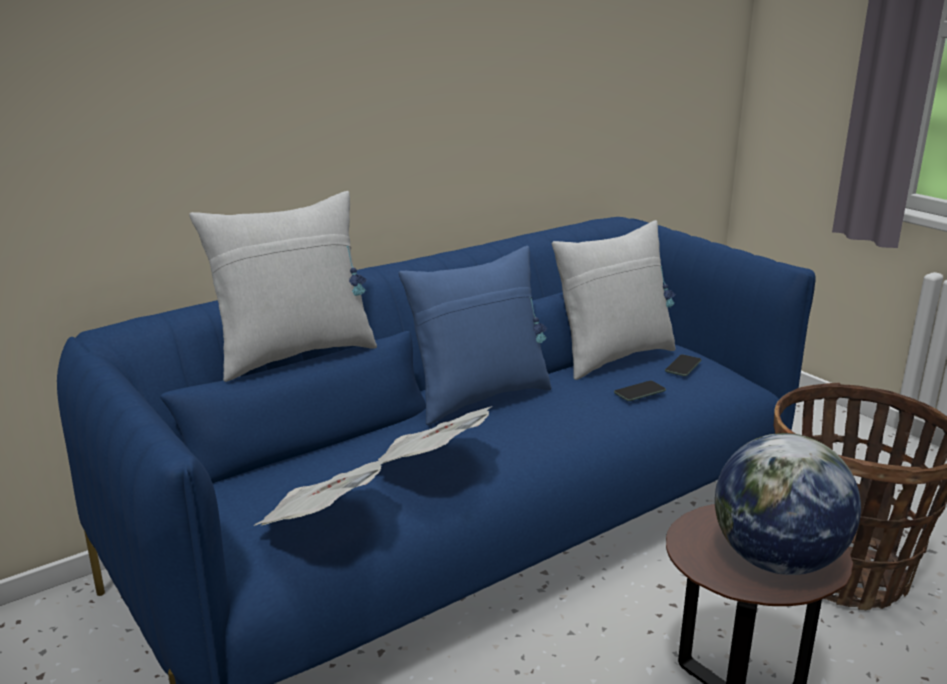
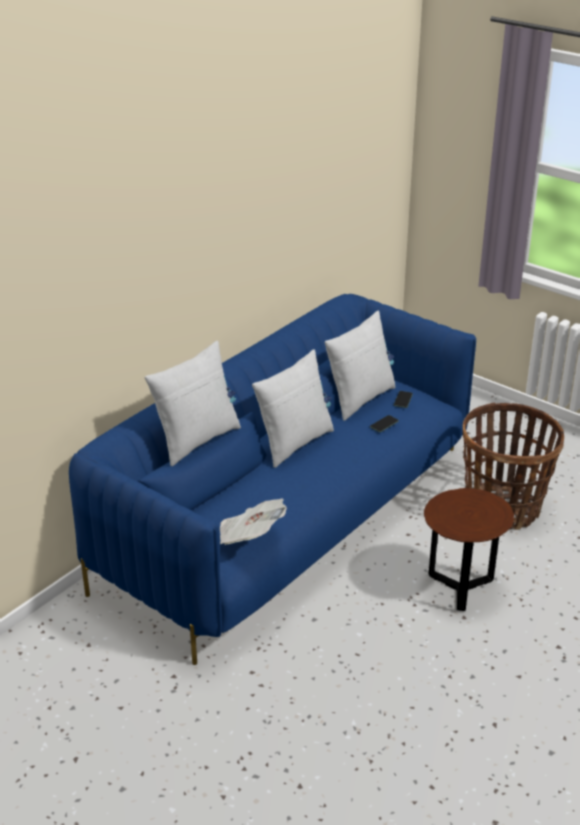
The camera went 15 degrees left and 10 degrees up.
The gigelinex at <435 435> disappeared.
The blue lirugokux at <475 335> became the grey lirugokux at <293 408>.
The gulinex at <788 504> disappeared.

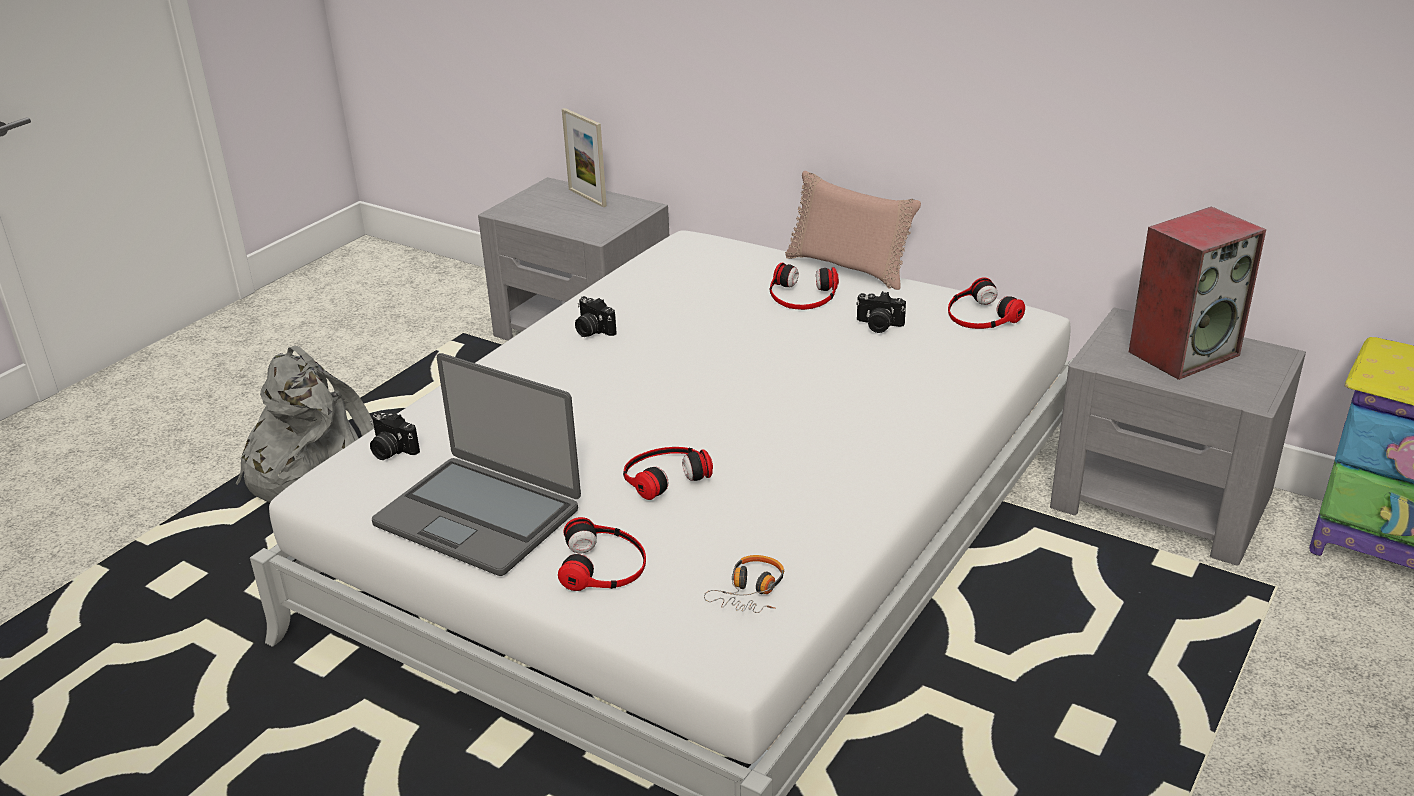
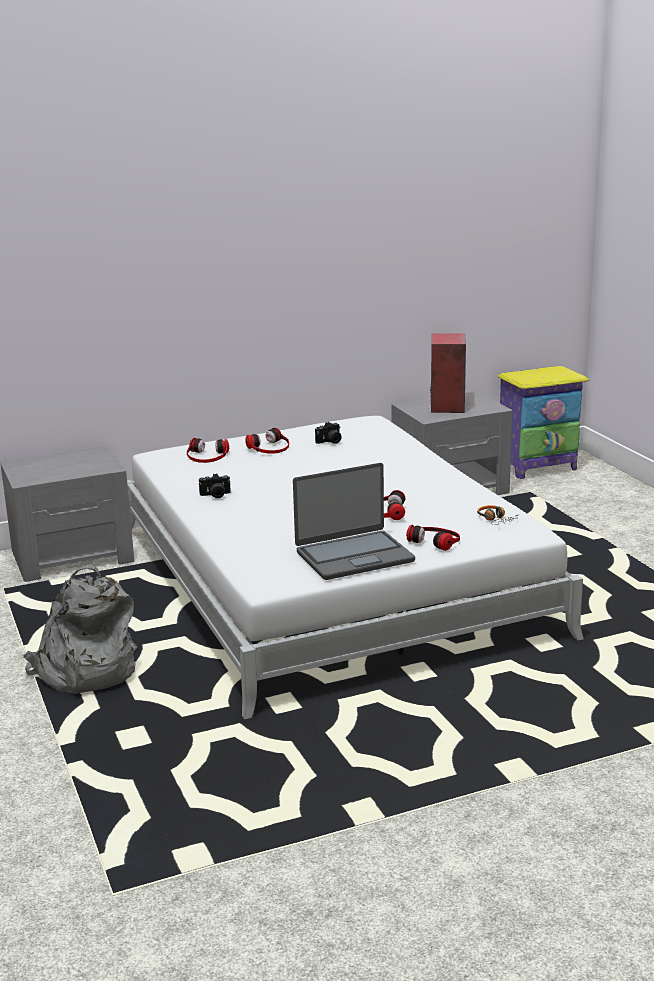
The camera went 55 degrees left and 10 degrees down.
The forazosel at <395 436> disappeared.
The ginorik at <584 157> disappeared.
The beige lirugokux at <853 230> disappeared.
The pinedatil moved from <986 303> to <208 450>.

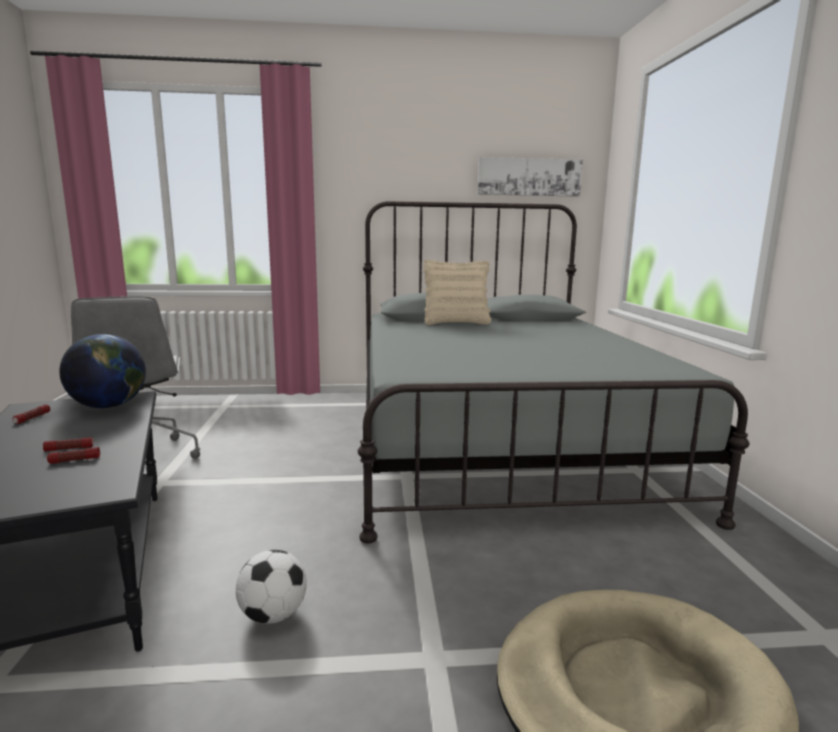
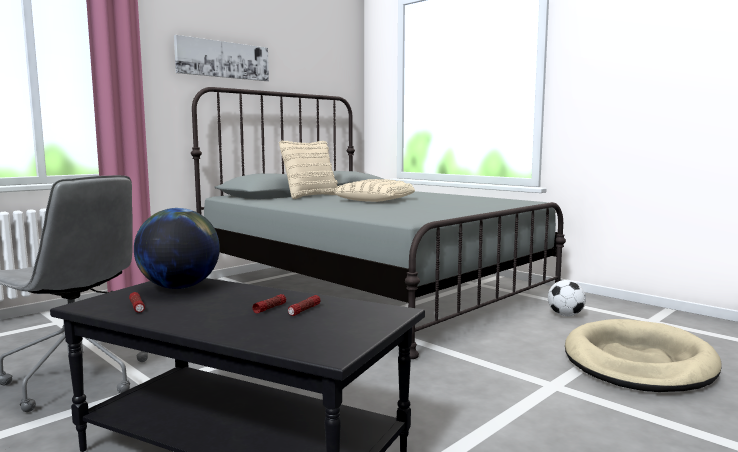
The camera went 40 degrees left and 5 degrees down.
The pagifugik moved from <271 587> to <567 298>.
The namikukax moved from <530 177> to <221 58>.
The beige lirugokux at <374 190> appeared.

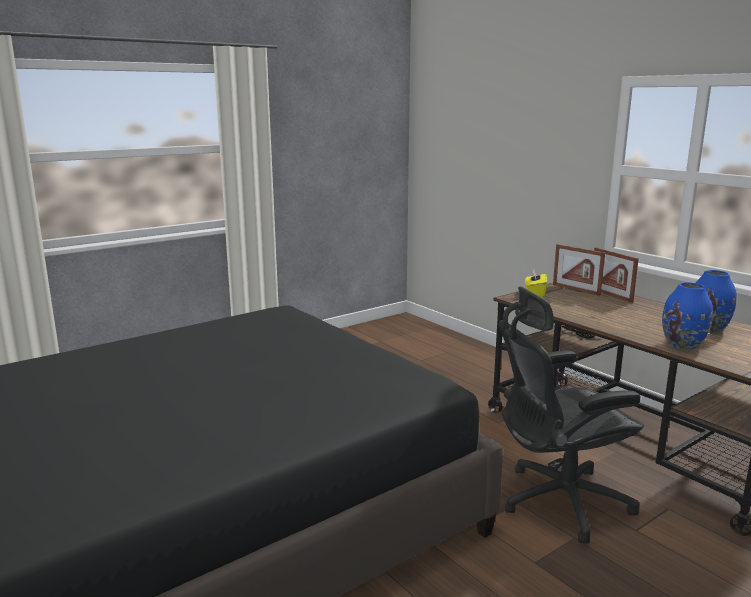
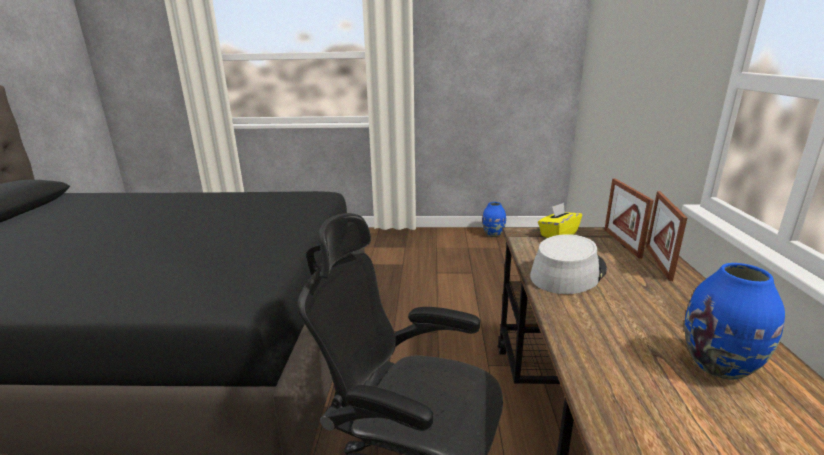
The camera went 40 degrees right and 5 degrees up.
The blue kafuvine moved from <687 316> to <494 219>.
The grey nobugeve at <568 264> appeared.

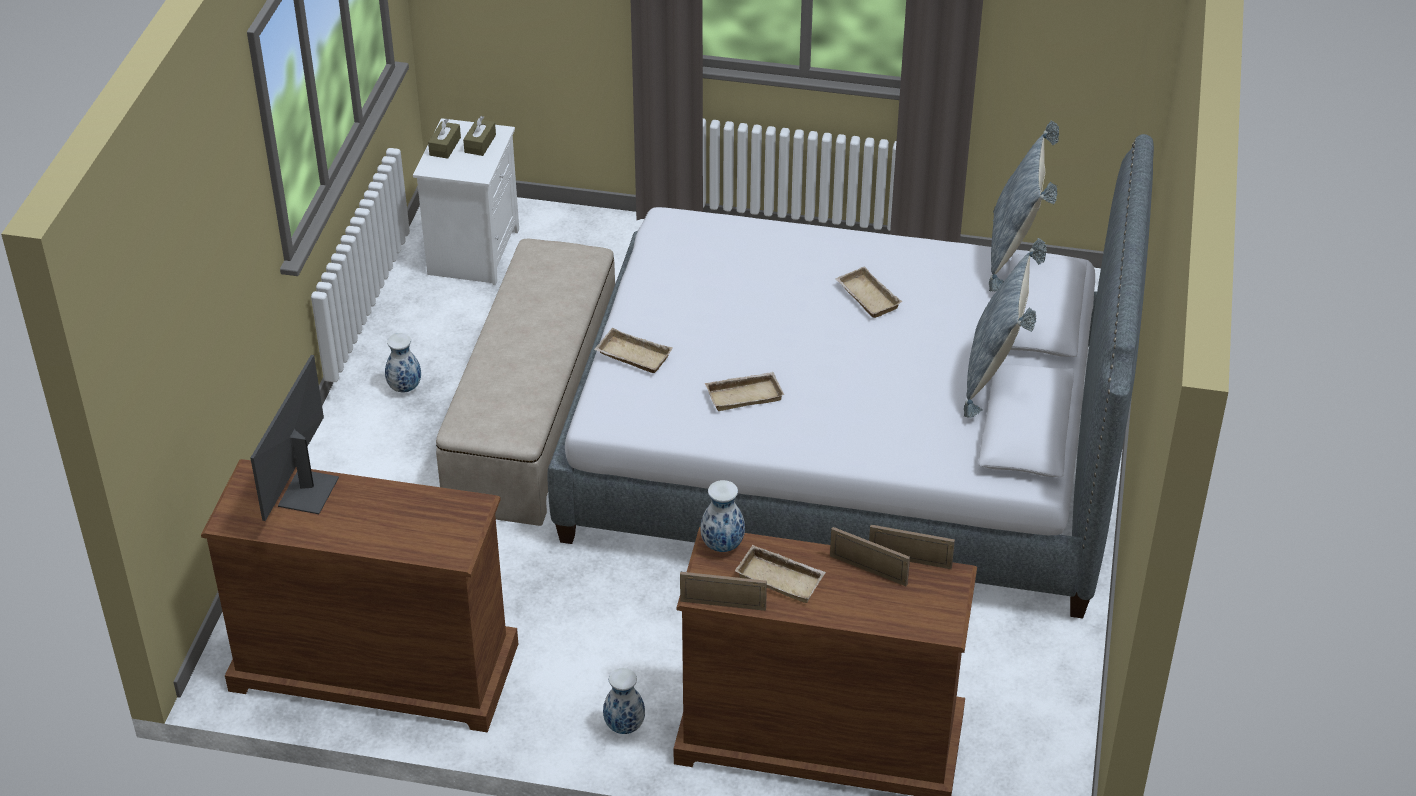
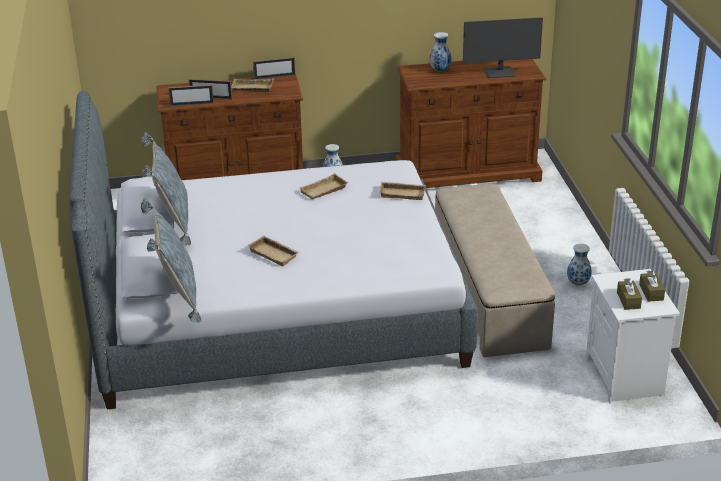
The camera went 160 degrees right and 10 degrees down.
The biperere at <295 438> turned 90 degrees clockwise.
The kafuvine moved from <722 516> to <440 52>.

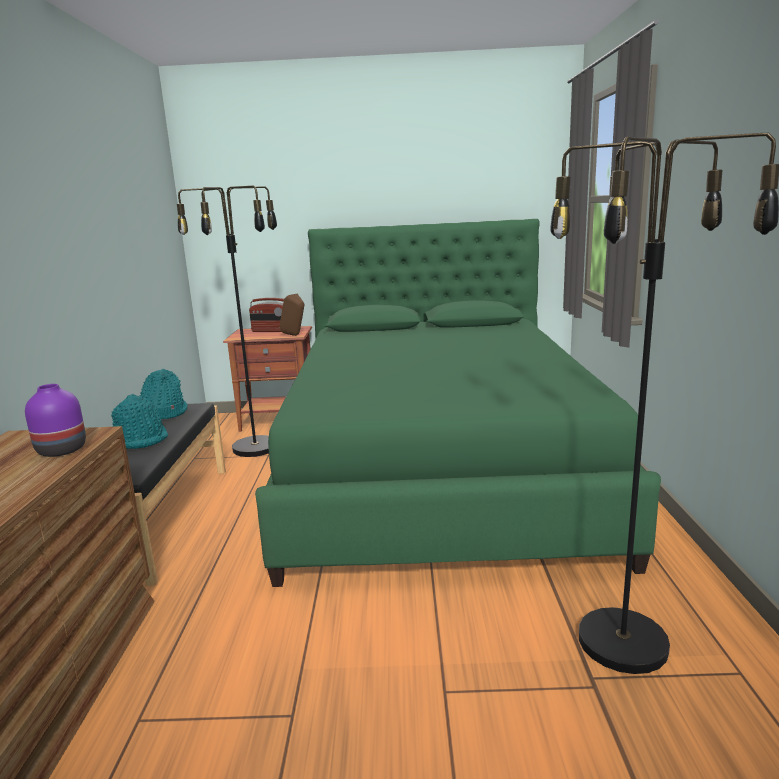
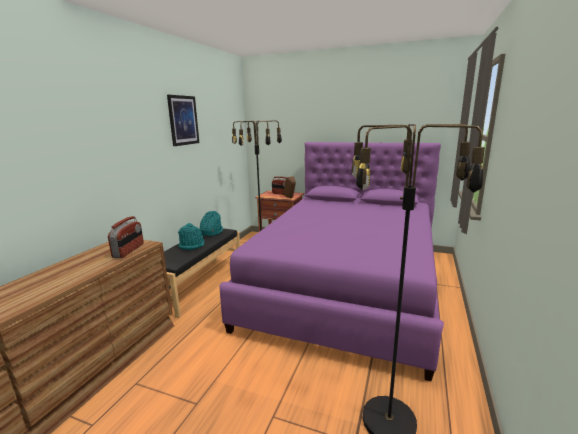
The camera went 20 degrees right and 0 degrees up.
The purple kafuvine at <55 420> was replaced by the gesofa at <126 237>.
The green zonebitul at <458 403> became the purple zonebitul at <331 261>.
The namikukax at <183 120> appeared.

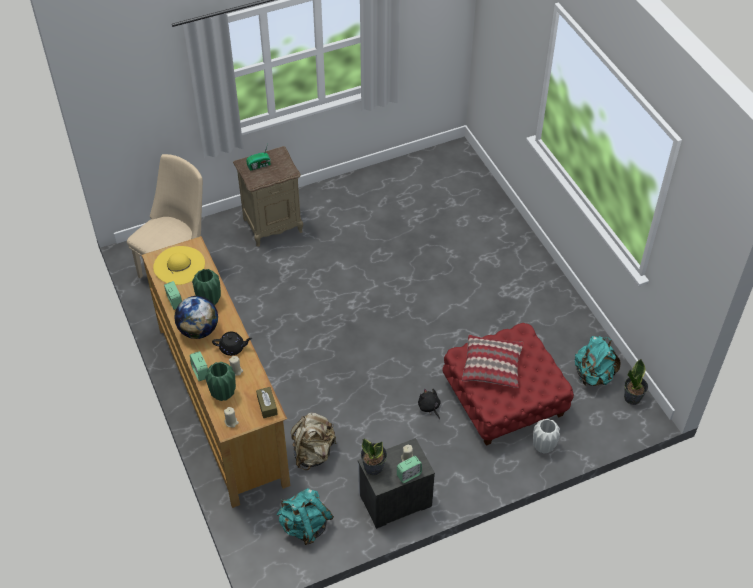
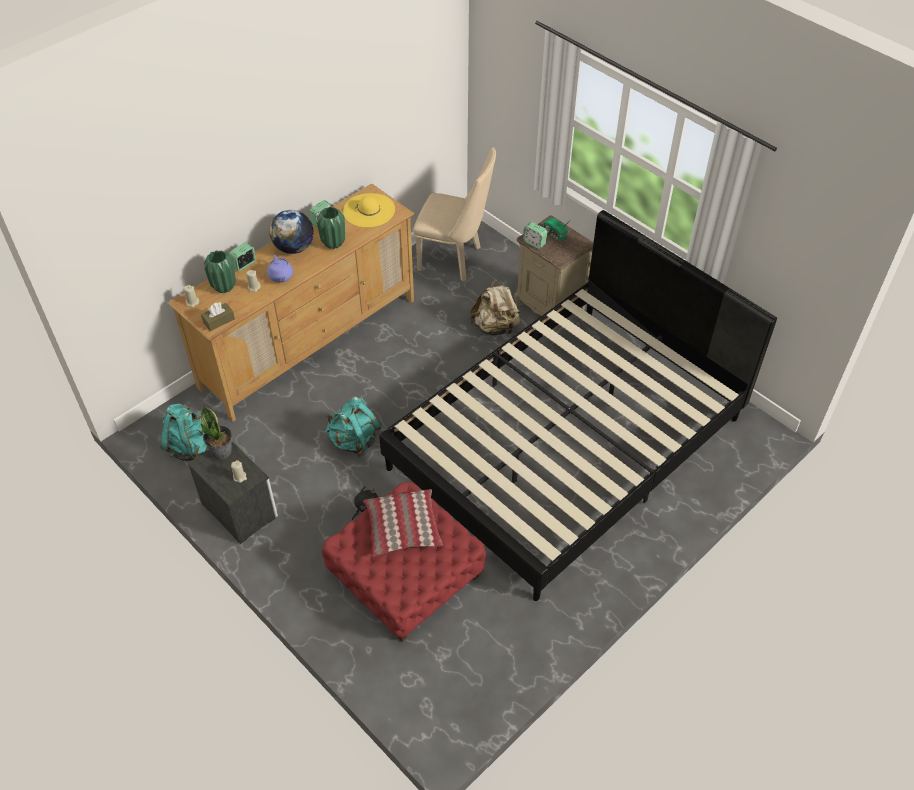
The camera went 70 degrees right and 0 degrees up.
The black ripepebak at <232 344> became the purple ripepebak at <280 269>.
The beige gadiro moved from <313 441> to <495 308>.
The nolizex moved from <409 469> to <535 235>.
The white kafuvine at <546 436> disappeared.
The turquoise gadiro moved from <597 361> to <353 427>.
The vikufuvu at <636 382> disappeared.
The black zonebitul at <578 405> appeared.

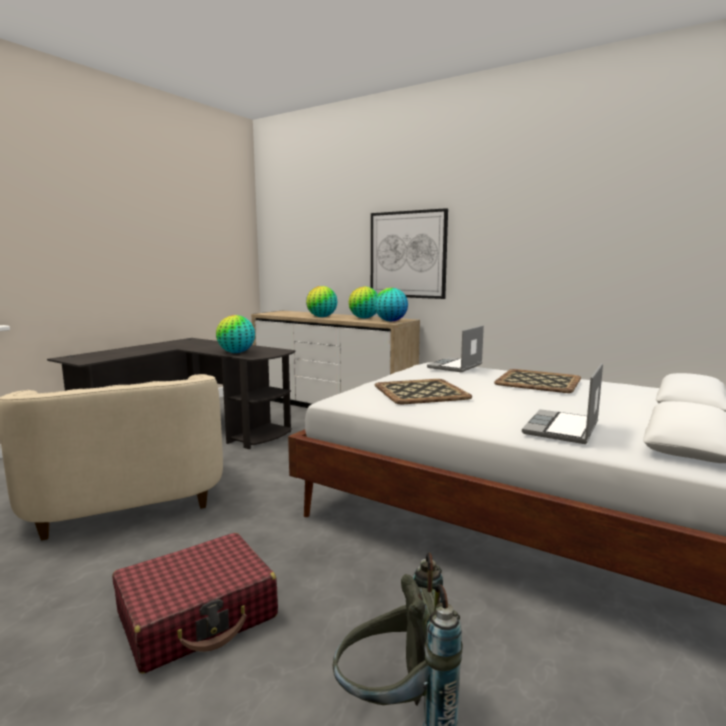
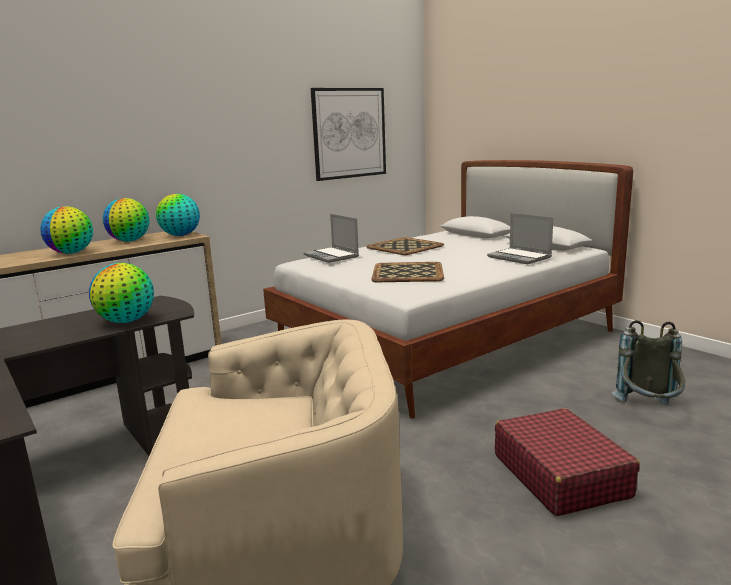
The camera went 70 degrees left and 5 degrees up.
The namikukax moved from <409 253> to <348 134>.

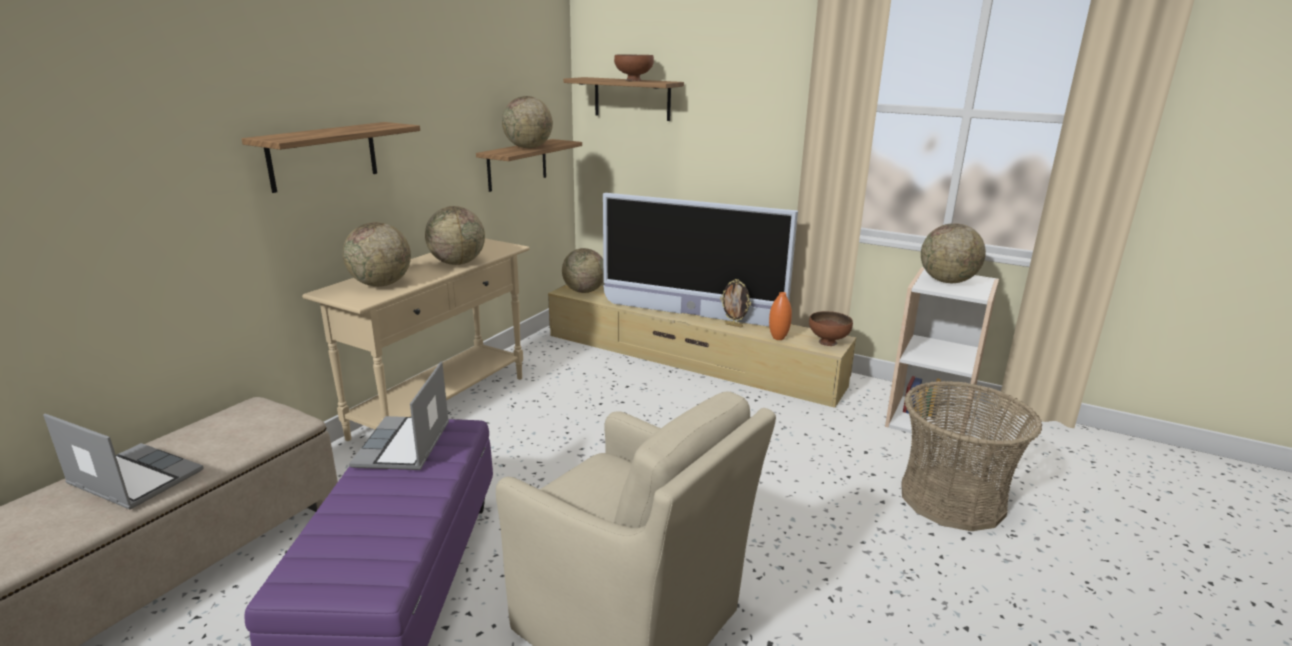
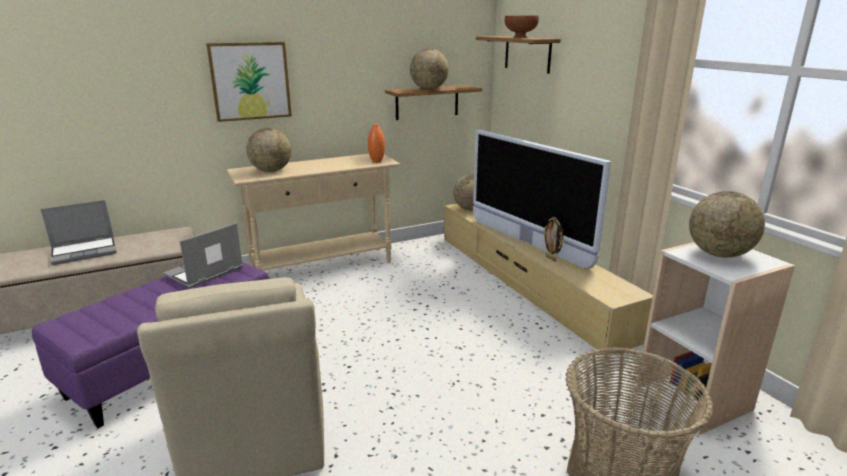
The camera went 35 degrees right and 0 degrees up.
The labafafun at <123 461> turned 90 degrees clockwise.
The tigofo at <331 157> was replaced by the namikukax at <249 82>.
The gulinex at <455 235> disappeared.
The orange kafuvine moved from <780 316> to <376 143>.
The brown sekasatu at <831 328> disappeared.

